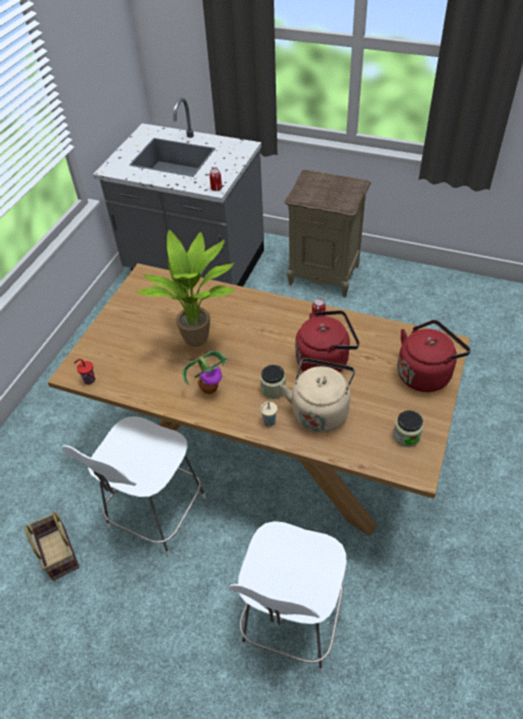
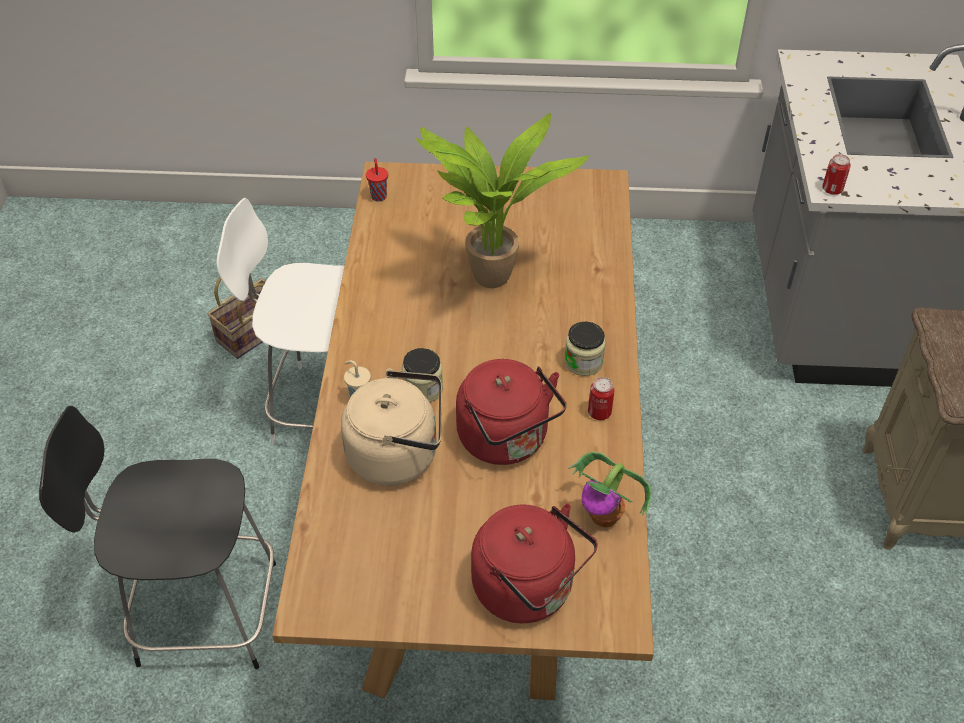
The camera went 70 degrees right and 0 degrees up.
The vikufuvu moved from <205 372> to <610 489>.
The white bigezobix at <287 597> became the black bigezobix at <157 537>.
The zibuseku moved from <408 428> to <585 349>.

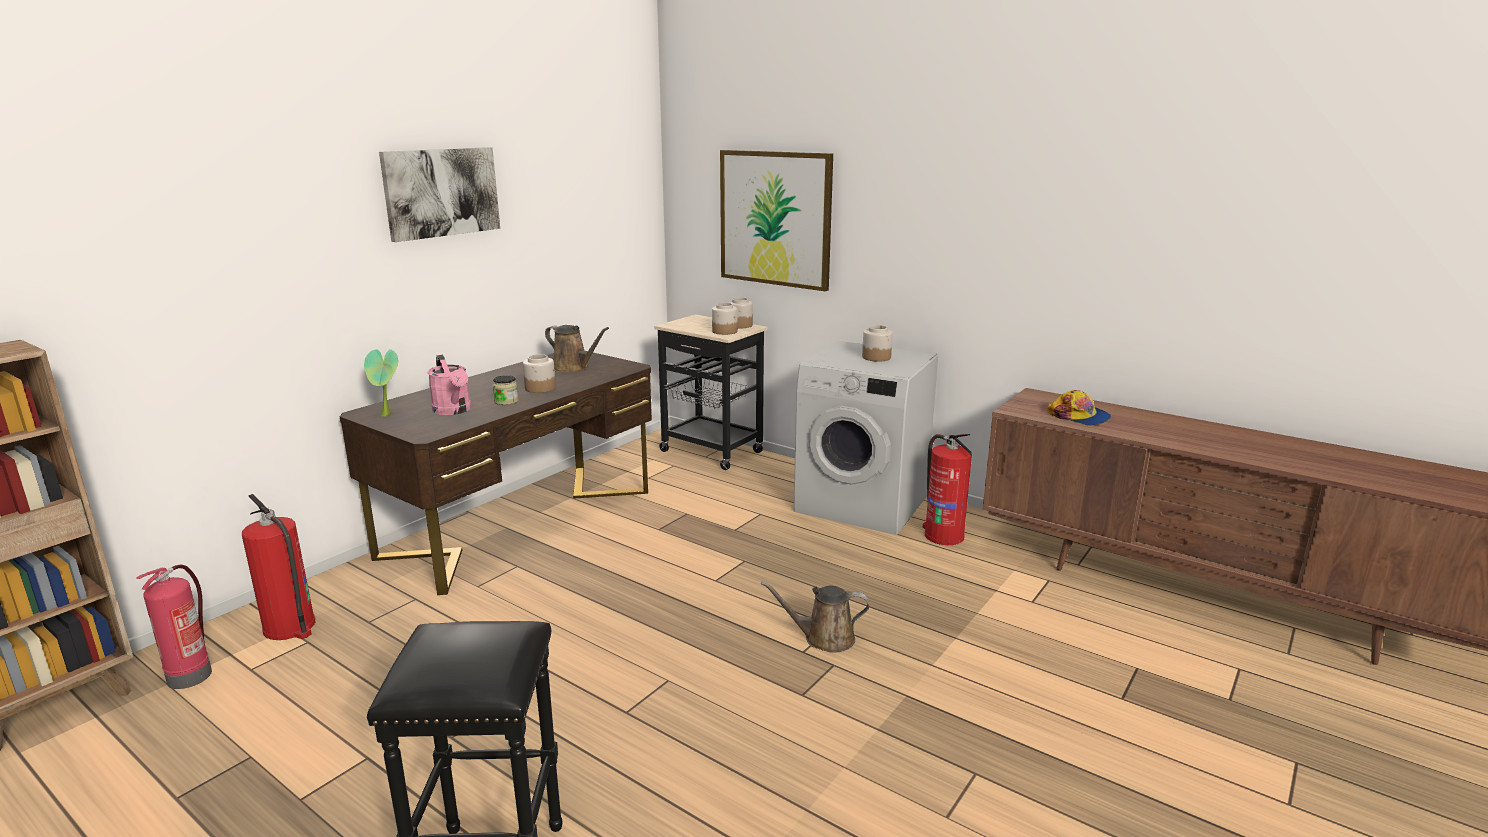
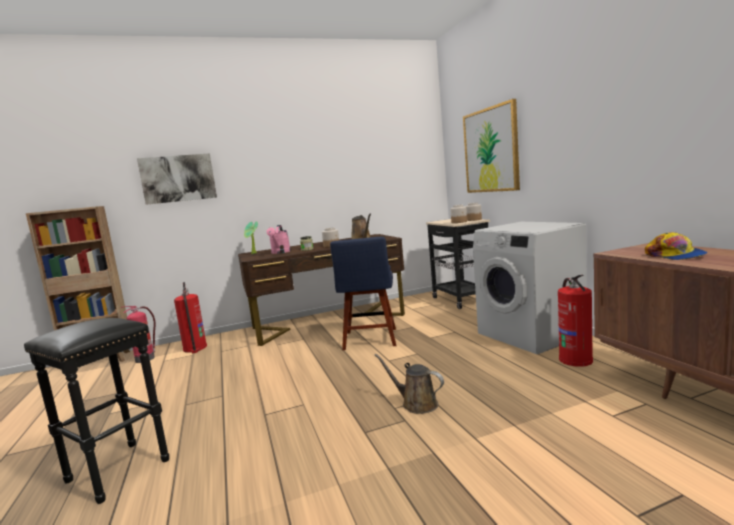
The camera went 35 degrees right and 10 degrees down.
The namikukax moved from <439 194> to <177 179>.
The zibuseku at <877 343> disappeared.
The blue bigezobix at <363 293> appeared.

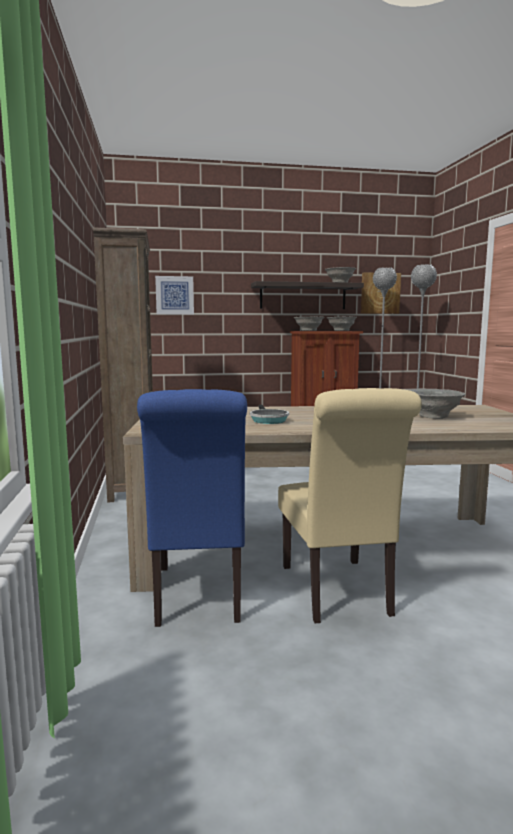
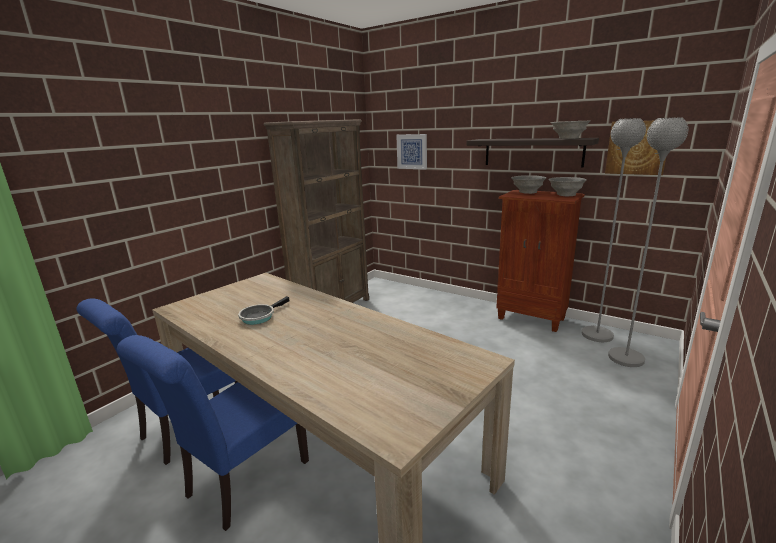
The camera went 45 degrees right and 10 degrees up.
The beige bigezobix at <350 505> became the blue bigezobix at <213 433>.
The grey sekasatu at <437 404> disappeared.

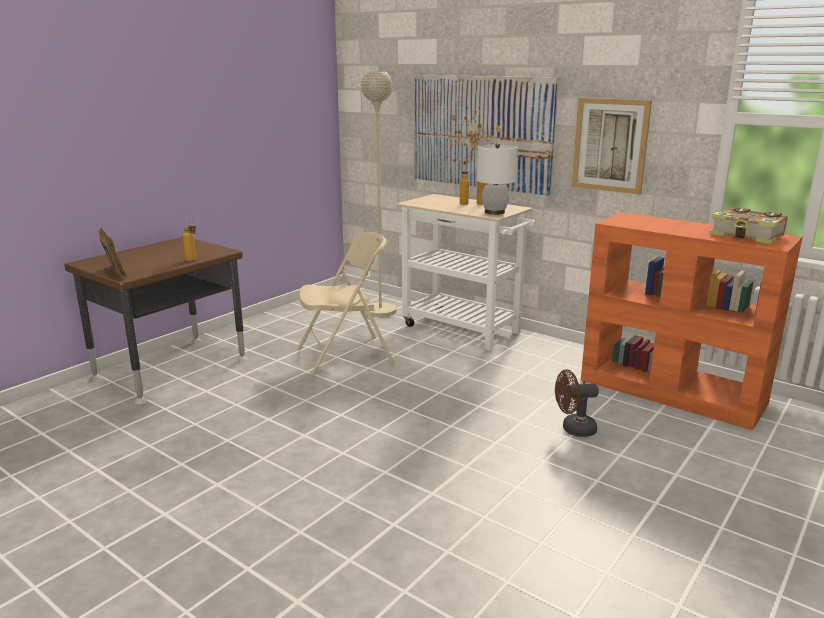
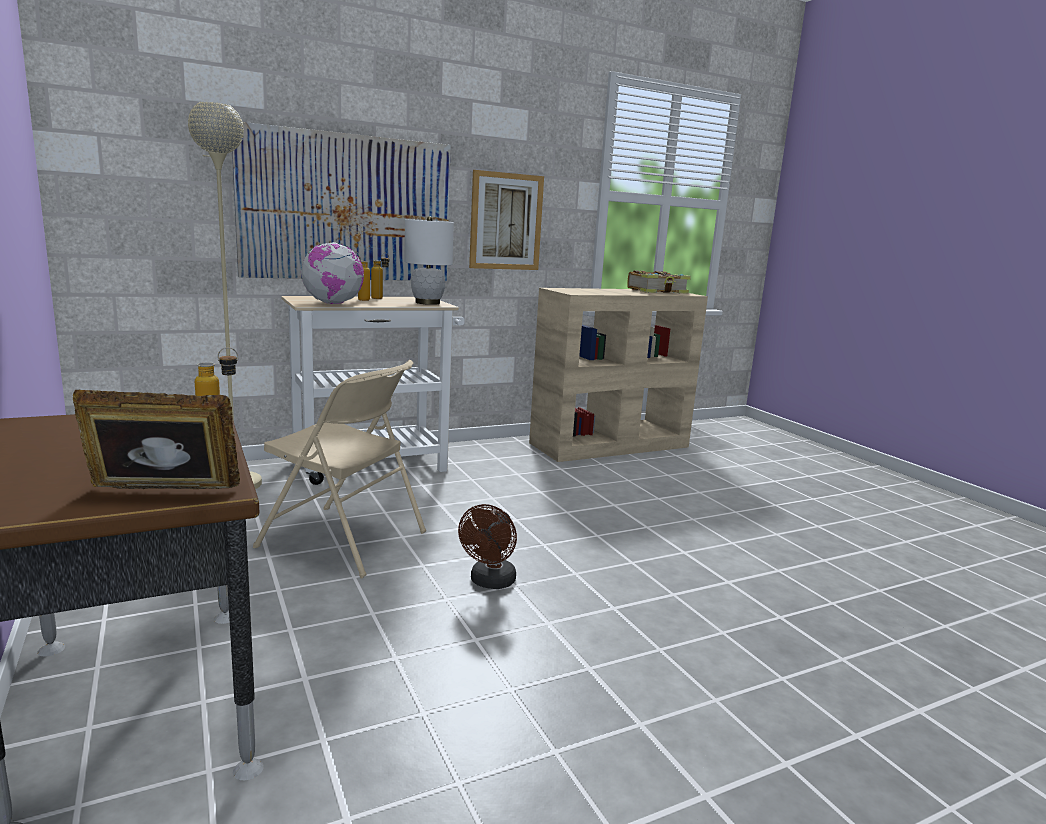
The camera went 65 degrees left and 5 degrees down.
The beige bigezobix at <347 304> turned 105 degrees clockwise.
The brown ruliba moved from <577 403> to <487 546>.
The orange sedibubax at <692 321> became the beige sedibubax at <618 375>.
The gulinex at <332 273> appeared.

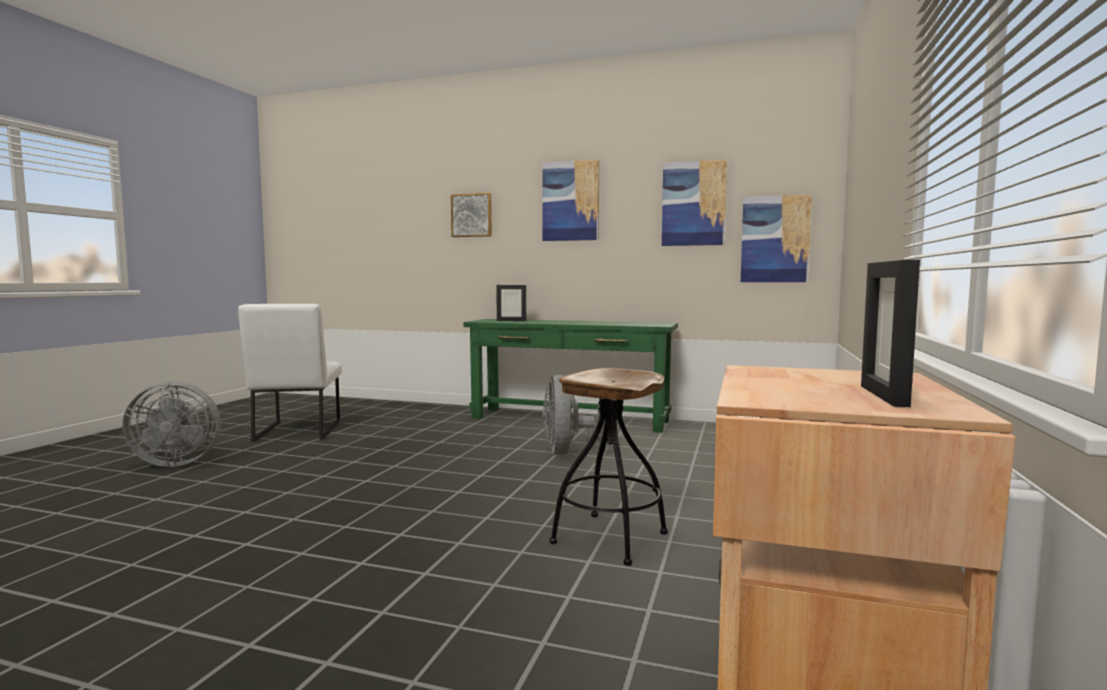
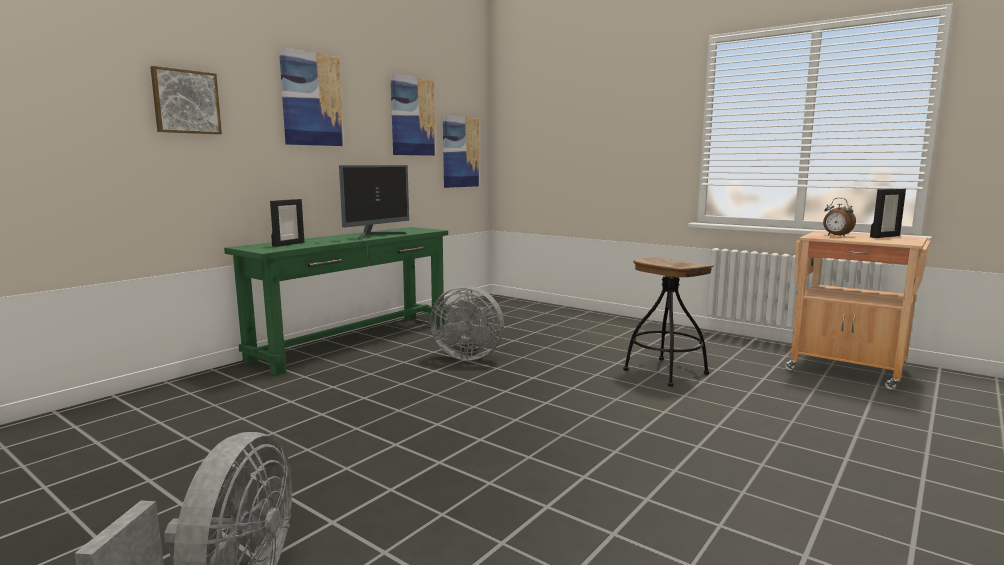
The camera went 70 degrees left and 5 degrees up.
The white bigezobix at <290 373> disappeared.
The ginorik at <890 333> turned 60 degrees counterclockwise.
The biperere at <374 202> appeared.
The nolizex at <839 217> appeared.

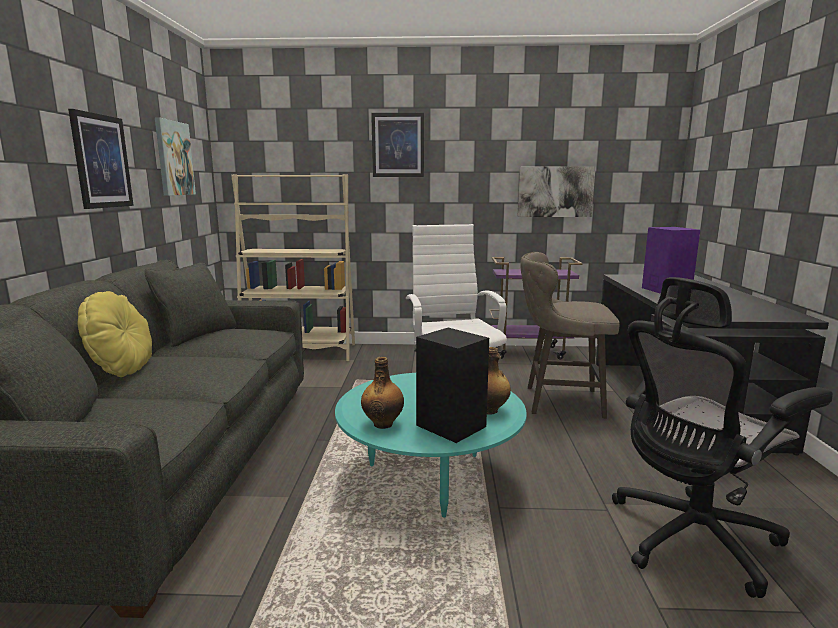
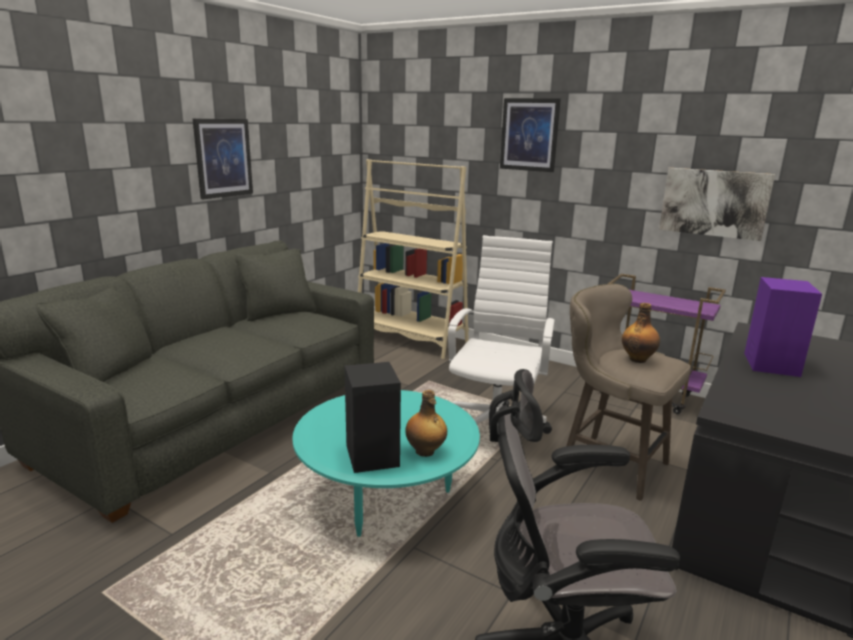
The camera went 30 degrees right and 5 degrees up.
The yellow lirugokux at <114 334> disappeared.
The namikukax at <175 156> disappeared.
The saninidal moved from <382 393> to <641 333>.

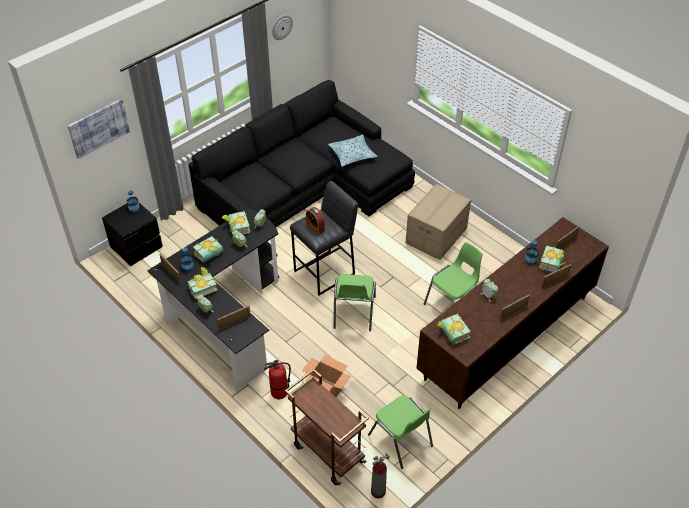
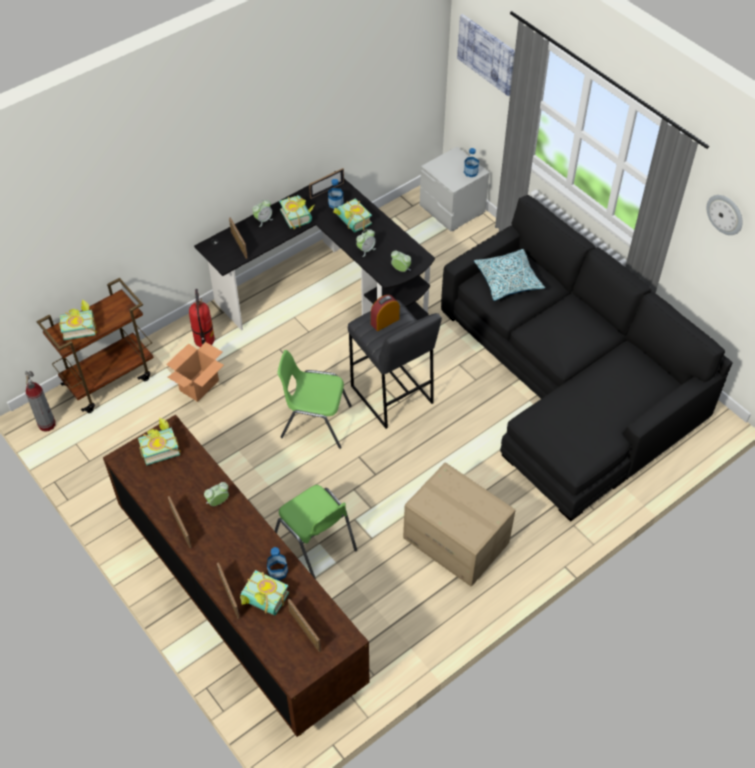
The camera went 95 degrees right and 5 degrees up.
The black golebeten at <132 234> became the white golebeten at <454 189>.
The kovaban moved from <236 223> to <78 320>.
The lirugokux moved from <353 150> to <509 275>.
The green bigezobix at <400 432> disappeared.

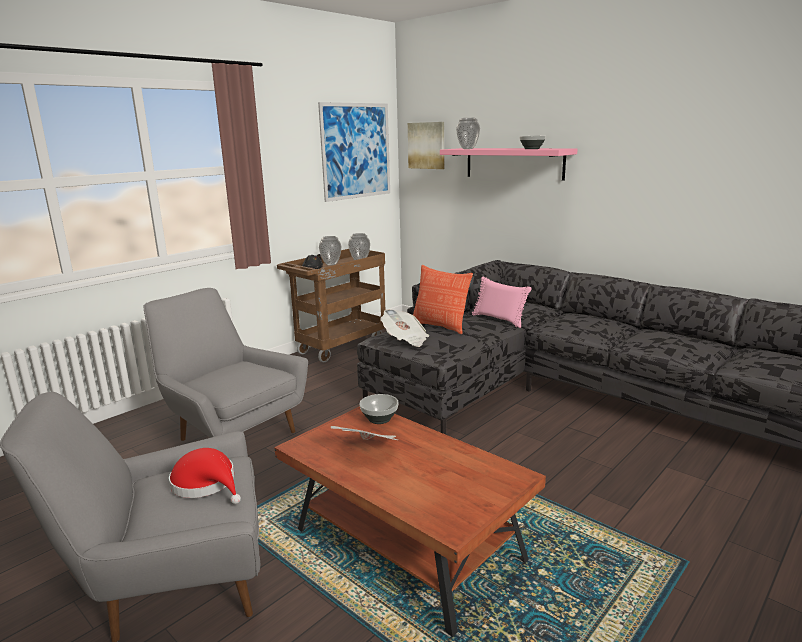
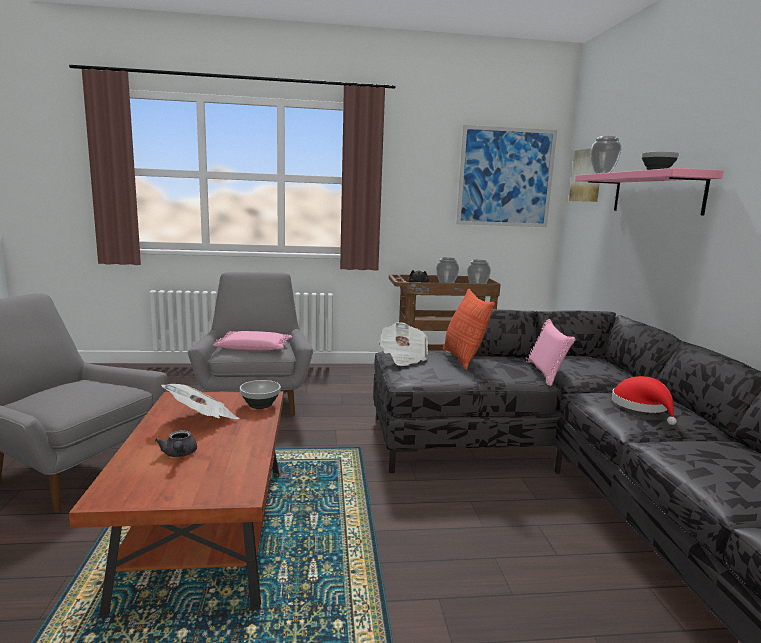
The camera went 40 degrees right and 5 degrees down.
The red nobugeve moved from <205 476> to <644 400>.
The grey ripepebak at <176 443> appeared.
The pink lirugokux at <252 341> appeared.

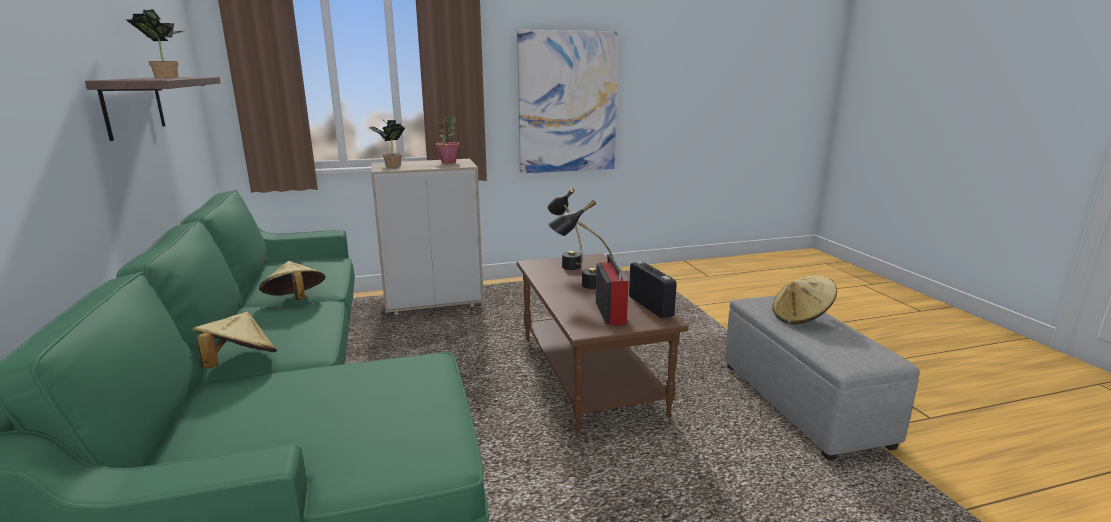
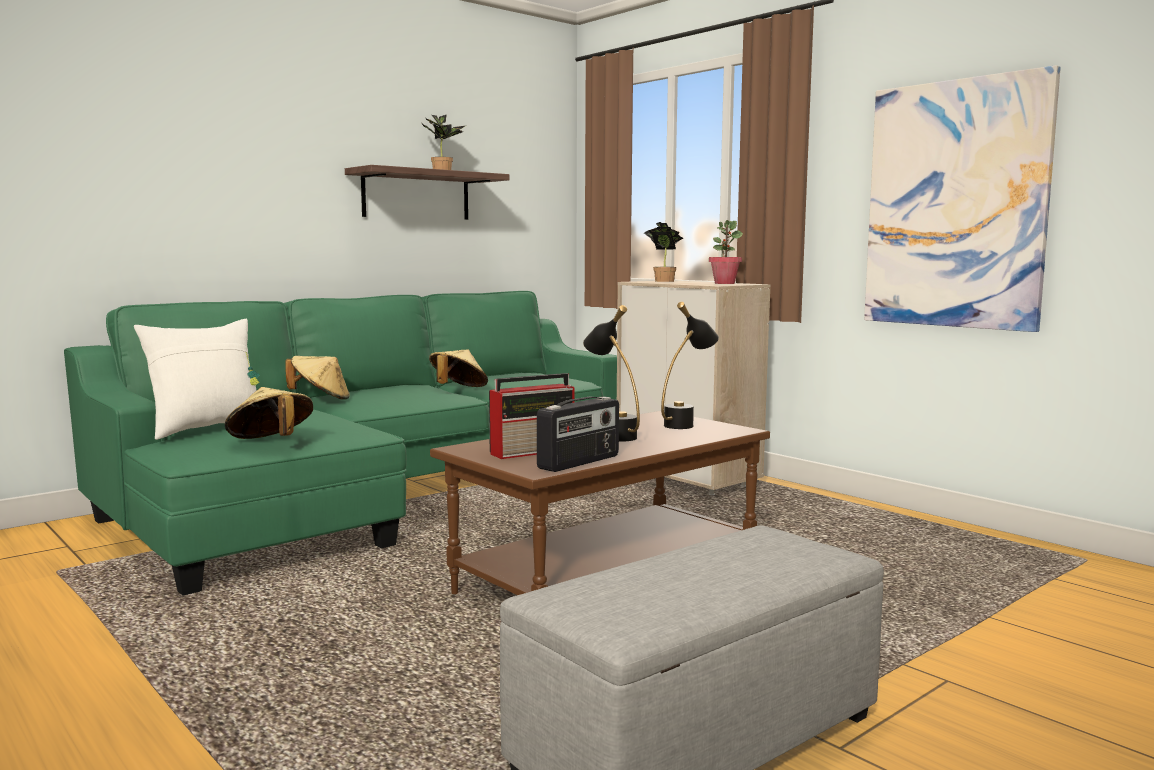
The camera went 65 degrees right and 10 degrees down.
The beige nobugeve moved from <804 300> to <269 413>.
The white lirugokux at <197 379> appeared.

